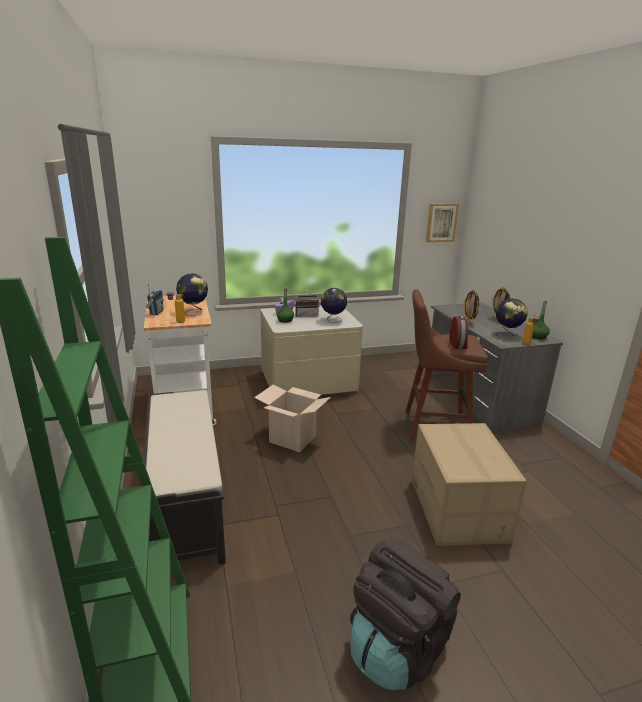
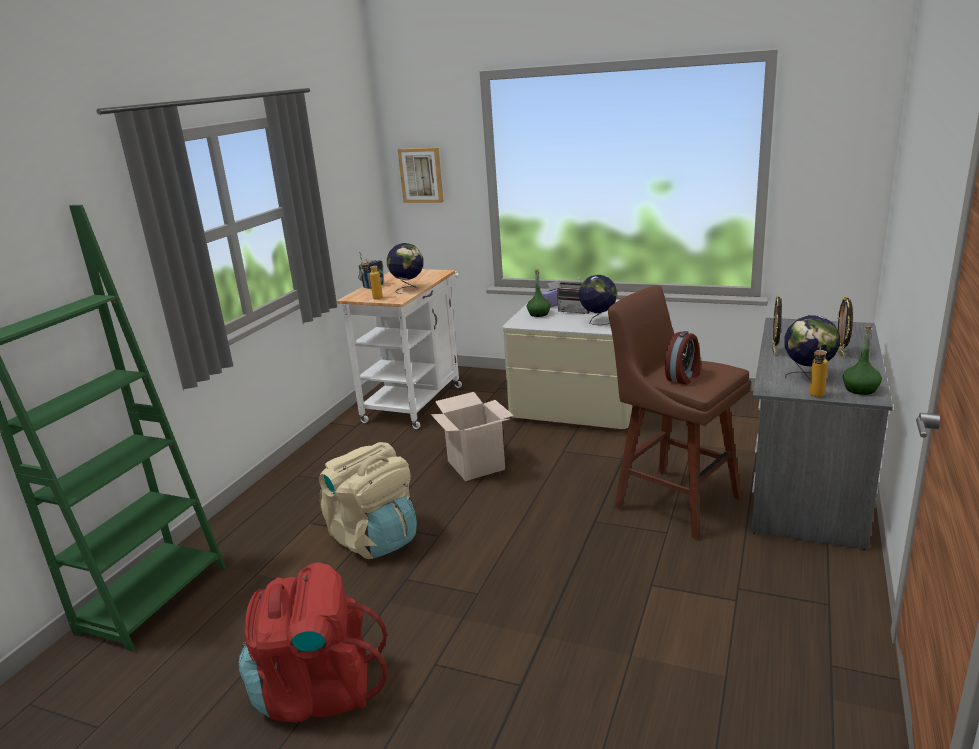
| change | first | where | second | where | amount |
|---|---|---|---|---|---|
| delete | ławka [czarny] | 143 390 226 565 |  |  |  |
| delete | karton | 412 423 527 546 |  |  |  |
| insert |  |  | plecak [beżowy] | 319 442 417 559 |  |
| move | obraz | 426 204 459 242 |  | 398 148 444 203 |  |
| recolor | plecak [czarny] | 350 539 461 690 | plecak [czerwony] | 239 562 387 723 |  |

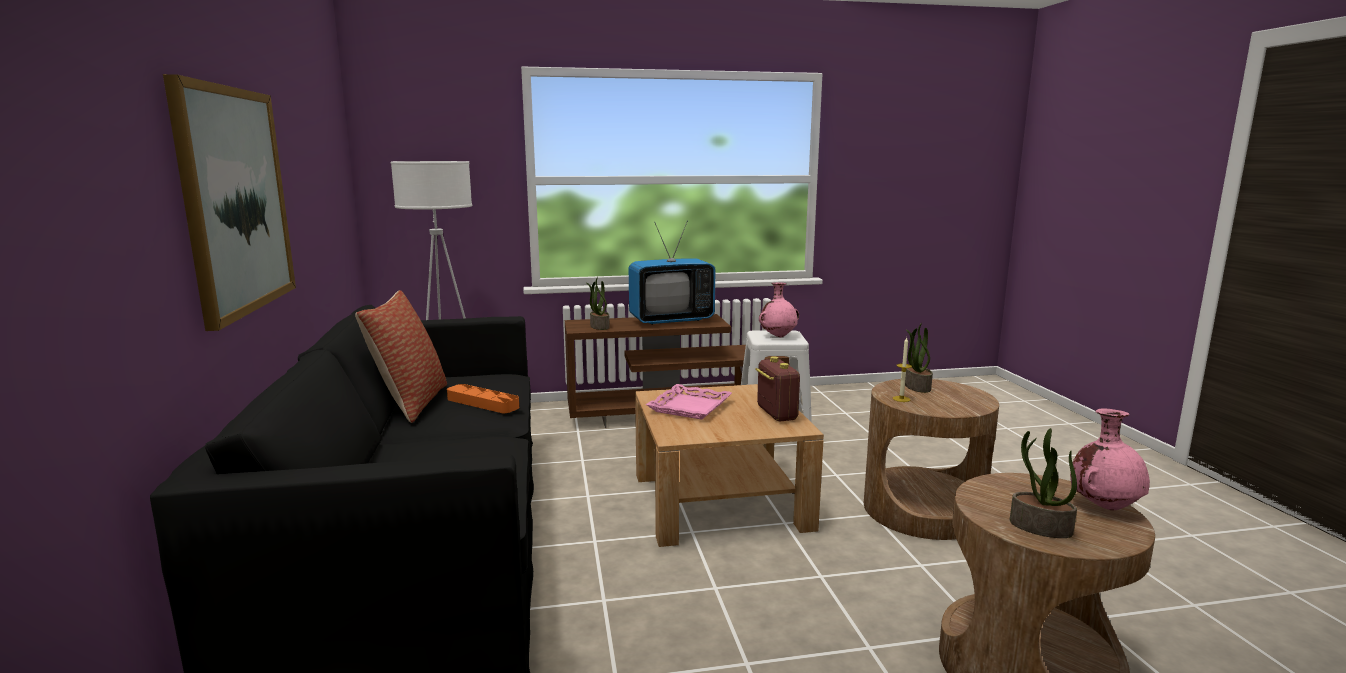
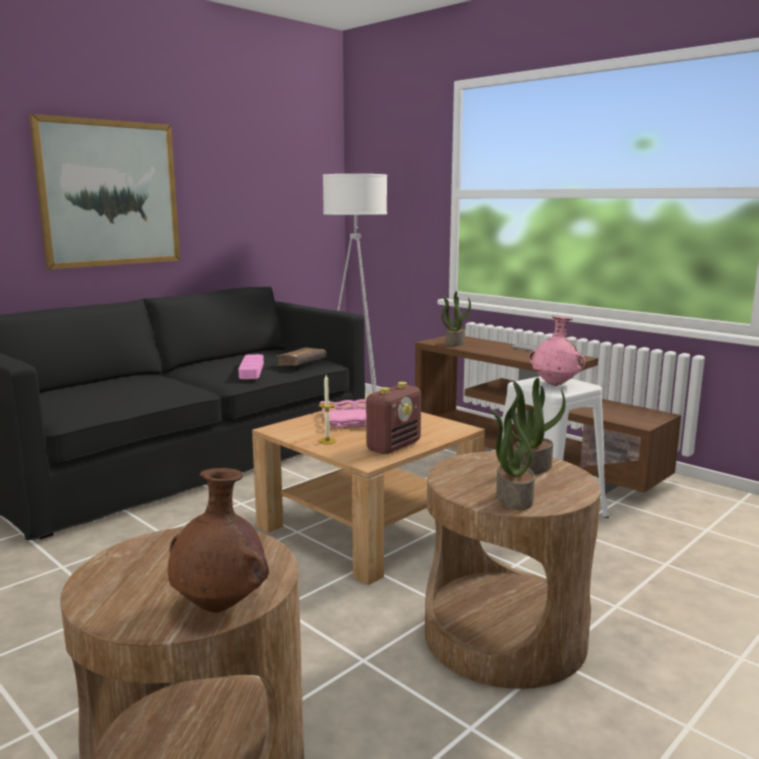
| change | first | where | second | where | amount |
|---|---|---|---|---|---|
| delete | poduszka | 355 290 447 423 |  |  |  |
| delete | telewizor | 629 221 716 325 |  |  |  |
| insert |  |  | książka [brązowy] | 276 347 326 366 |  |
| move | świeca | 893 338 912 402 |  | 318 375 337 444 |  |
| move | roślina doniczkowa | 1010 428 1077 538 |  | 490 399 535 510 |  |
| recolor | taca [pomarańczowy] | 447 384 519 413 | taca [różowy] | 238 354 264 379 |  |
| recolor | wazon [różowy] | 1070 408 1150 510 | wazon [brązowy] | 168 468 269 612 |  |

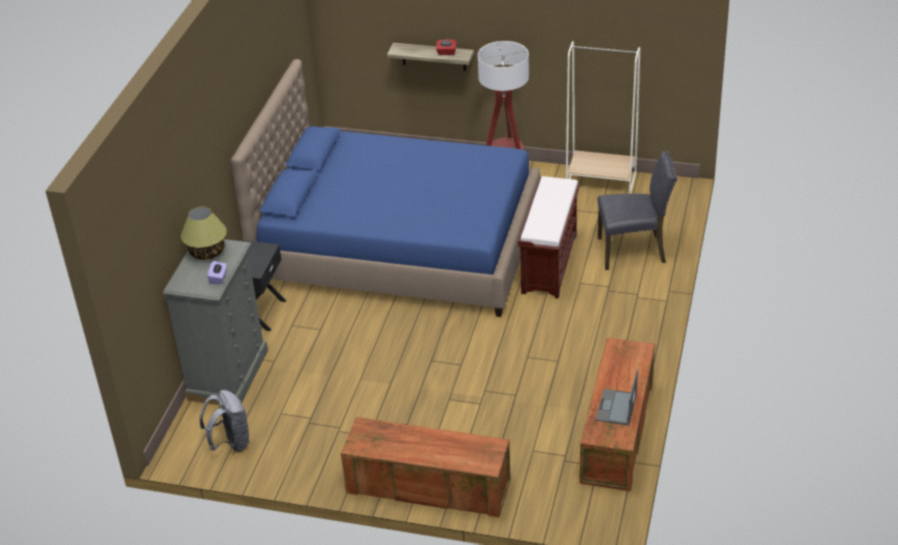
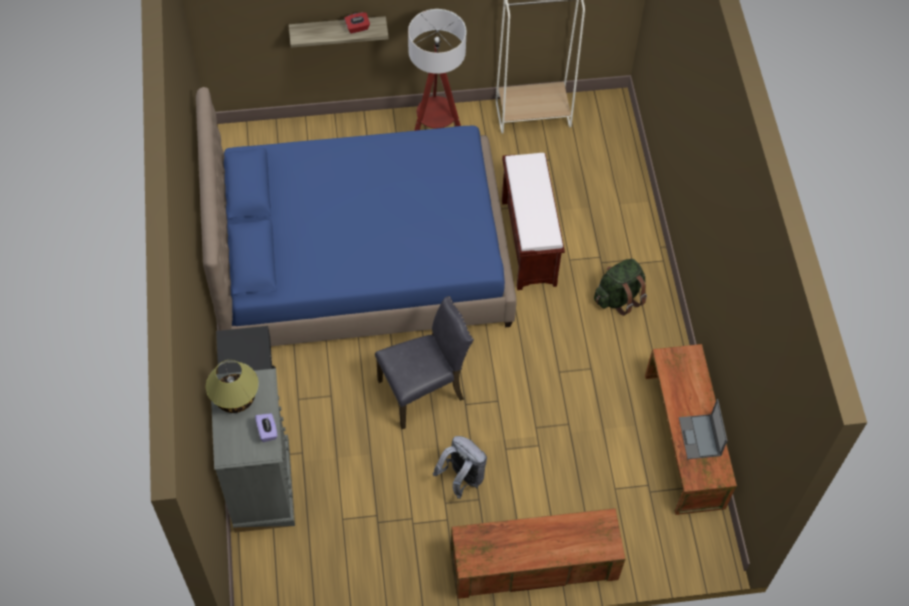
| change | first | where | second | where | amount |
|---|---|---|---|---|---|
| insert |  |  | plecak [zielony] | 594 259 647 316 |  |
| move | plecak [szary] | 200 390 250 452 |  | 433 436 487 499 |  |
| move | krzesło [szary] | 597 151 678 270 |  | 375 296 474 429 |  |

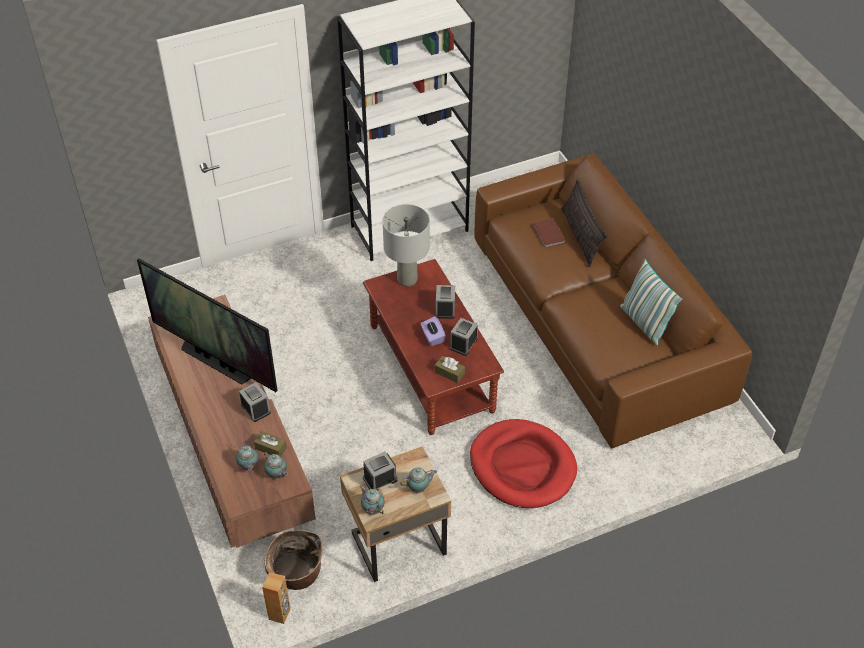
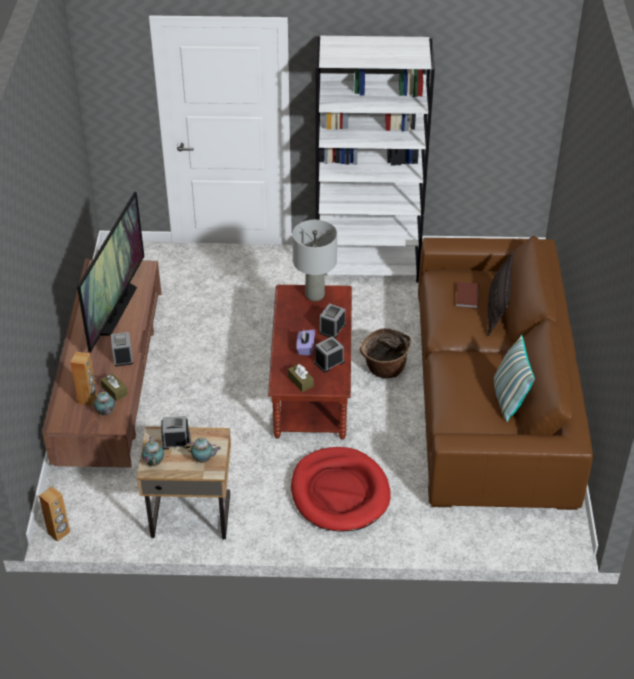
| change | first | where | second | where | amount |
|---|---|---|---|---|---|
| move | koszyk | 264 530 323 590 |  | 360 328 412 378 |  |
| replace | imbryk | 236 441 259 471 | głośnik [brązowy] | 70 352 97 406 |  |
| rotate | telewizor | 137 258 278 392 |  | 77 192 144 352 | 135 degrees counterclockwise |

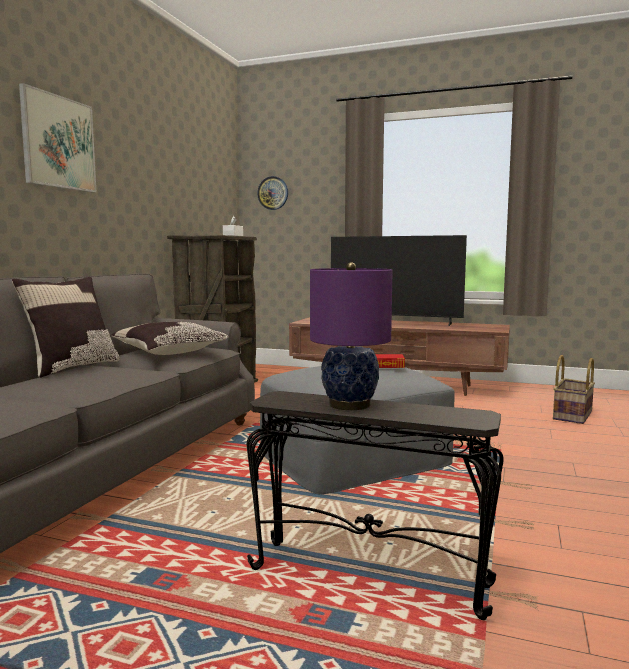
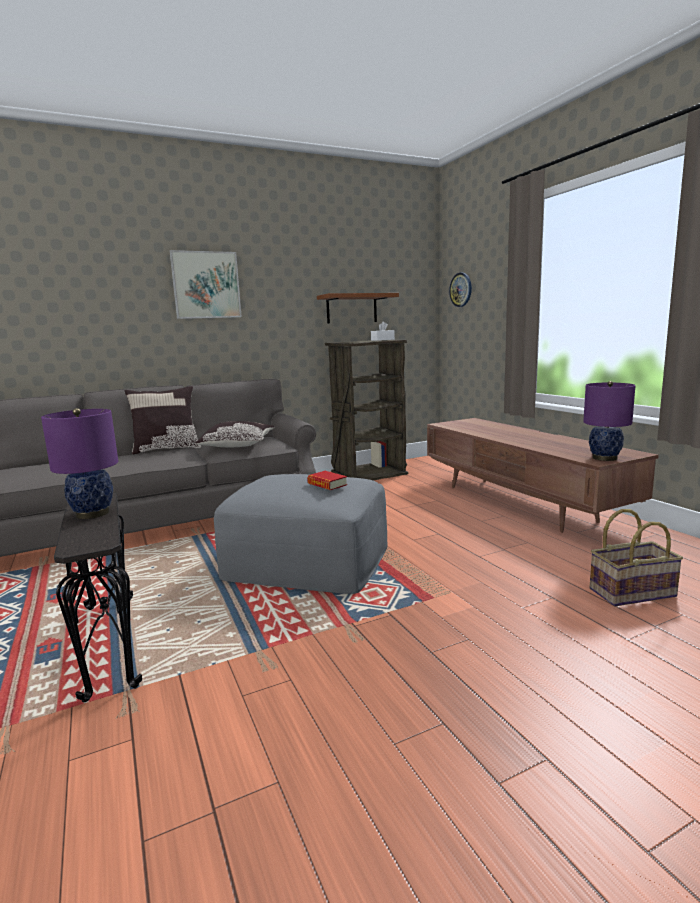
| change | first | where | second | where | amount |
|---|---|---|---|---|---|
| delete | telewizor | 331 235 467 326 |  |  |  |
| insert |  |  | półka [brązowy] | 317 293 399 324 |  |
| insert |  |  | lampa stołowa [fioletowy] | 583 381 636 461 |  |

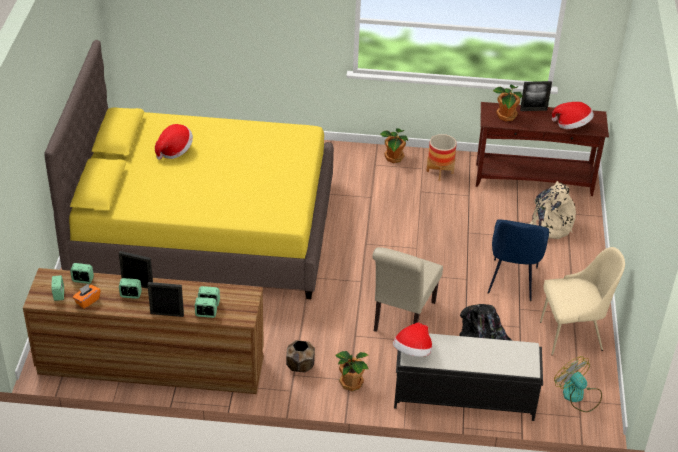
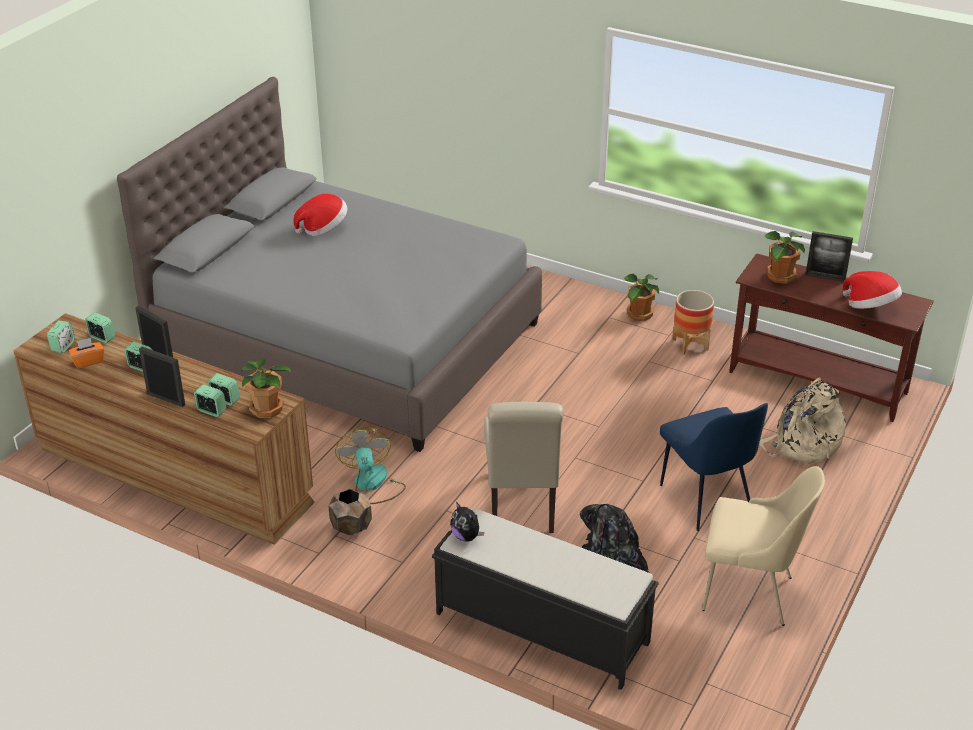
| change | first | where | second | where | amount |
|---|---|---|---|---|---|
| move | roślina doniczkowa | 336 351 370 391 |  | 242 359 292 418 |  |
| move | wentylator | 554 356 602 412 |  | 335 428 406 504 |  |
| replace | kapelusz | 393 322 432 357 | pluszak | 450 502 484 542 |  |
| recolor | łóżko [żółty] | 44 40 334 299 | łóżko [szary] | 117 77 542 452 |  |
| rotate | krzesło [beżowy] | 372 247 443 332 |  | 484 402 564 533 | 45 degrees counterclockwise |
| rotate | krzesło [niebieski] | 488 219 549 301 |  | 660 403 768 531 | 60 degrees counterclockwise |

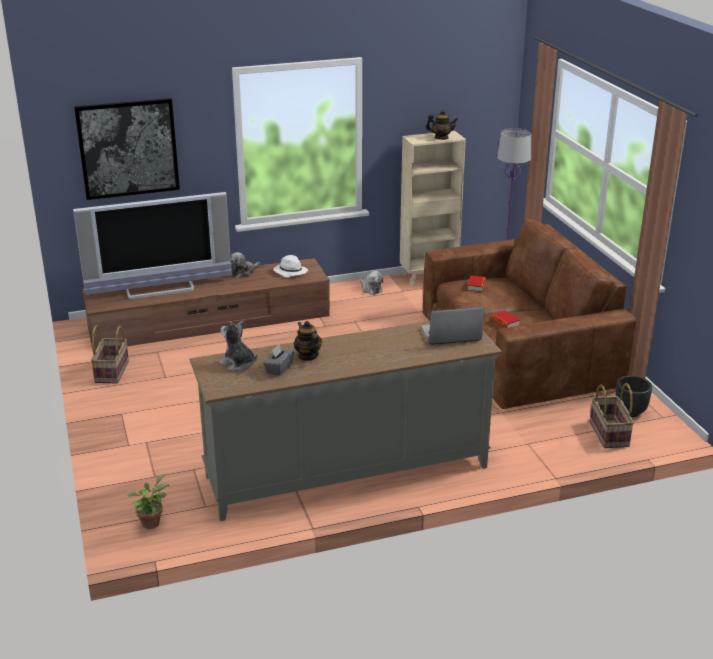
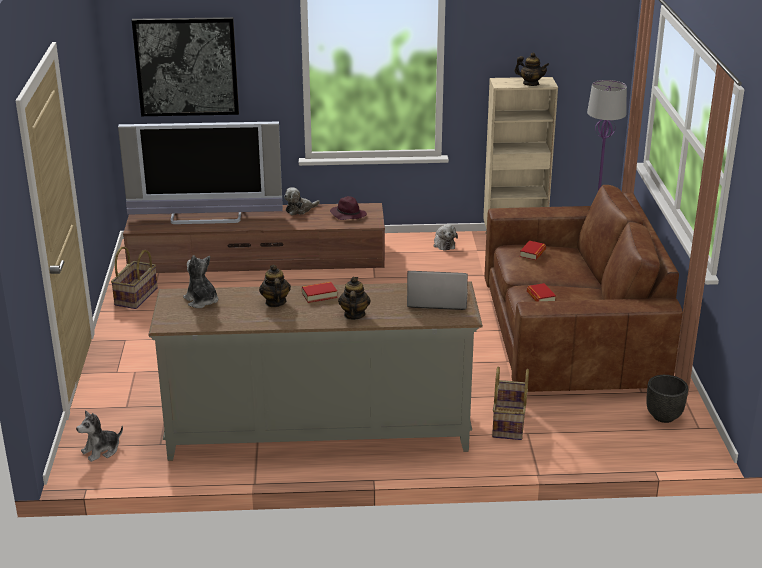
| change | first | where | second | where | amount |
|---|---|---|---|---|---|
| delete | pudełko chusteczek [szary] | 263 344 295 376 |  |  |  |
| insert |  |  | książka | 302 282 337 303 |  |
| insert |  |  | imbryk | 338 277 371 320 |  |
| move | koszyk | 590 383 634 448 |  | 492 366 529 440 |  |
| replace | roślina doniczkowa | 127 474 169 529 | pluszak | 76 410 123 462 |  |
| recolor | kapelusz [biały] | 273 255 308 277 | kapelusz [fioletowy] | 330 196 367 220 |  |

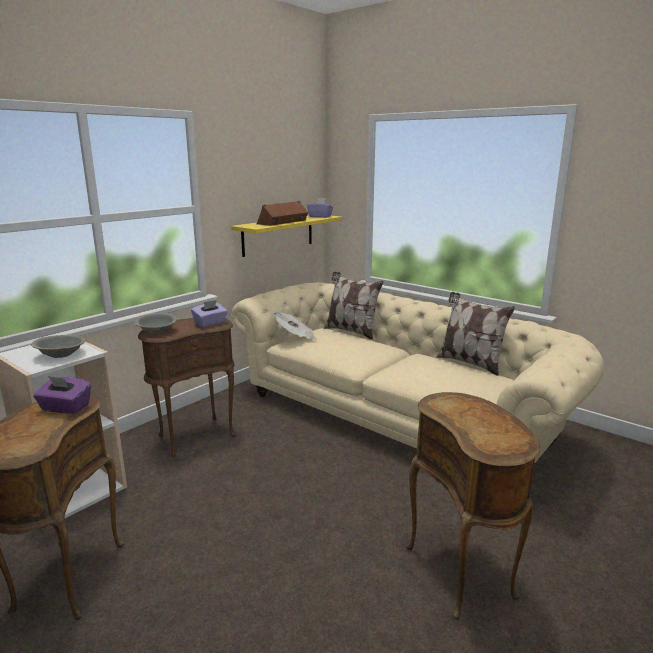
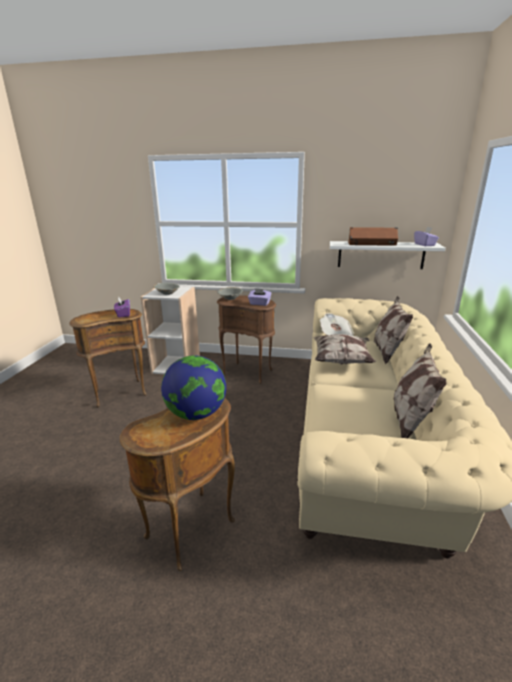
| change | first | where | second | where | amount |
|---|---|---|---|---|---|
| insert |  |  | globus | 161 355 226 420 |  |
| insert |  |  | poduszka | 313 334 376 365 |  |
| recolor | półka [żółty] | 231 215 342 257 | półka [biały] | 330 241 446 269 |  |

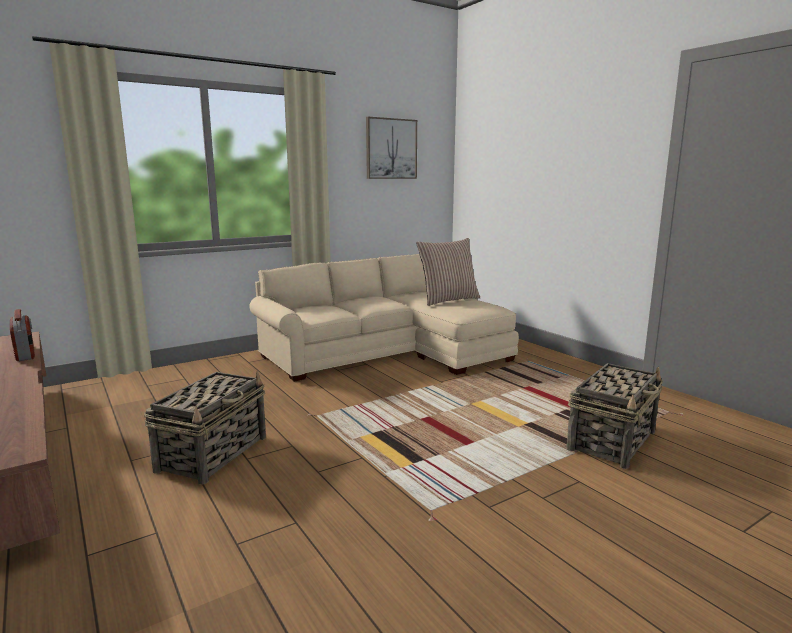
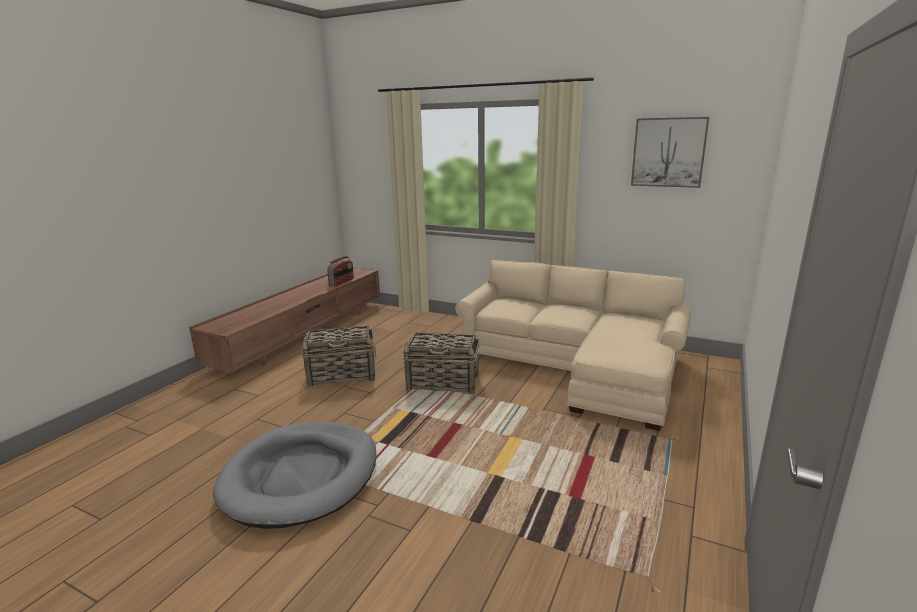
| change | first | where | second | where | amount |
|---|---|---|---|---|---|
| delete | poduszka | 416 238 480 306 |  |  |  |
| insert |  |  | legowisko [szary] | 213 422 376 529 |  |
| move | koszyk | 566 363 663 469 |  | 402 333 480 394 |  |

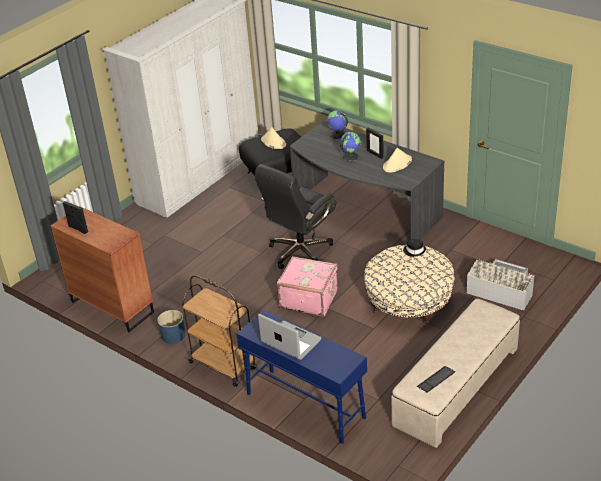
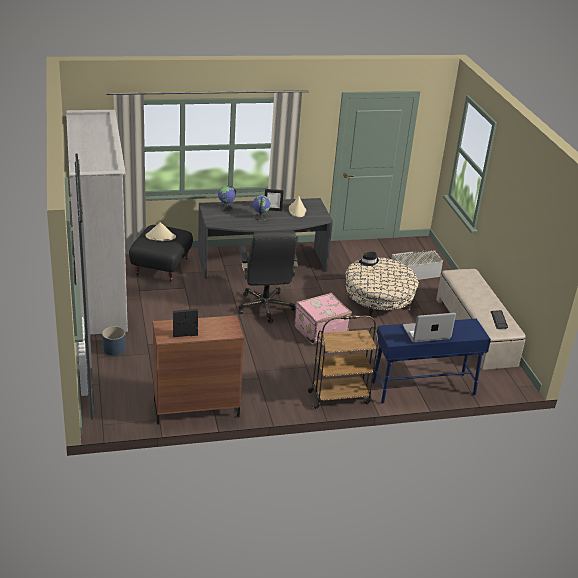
| change | first | where | second | where | amount |
|---|---|---|---|---|---|
| move | donica [niebieski] | 157 310 186 344 |  | 102 326 125 356 |  |

